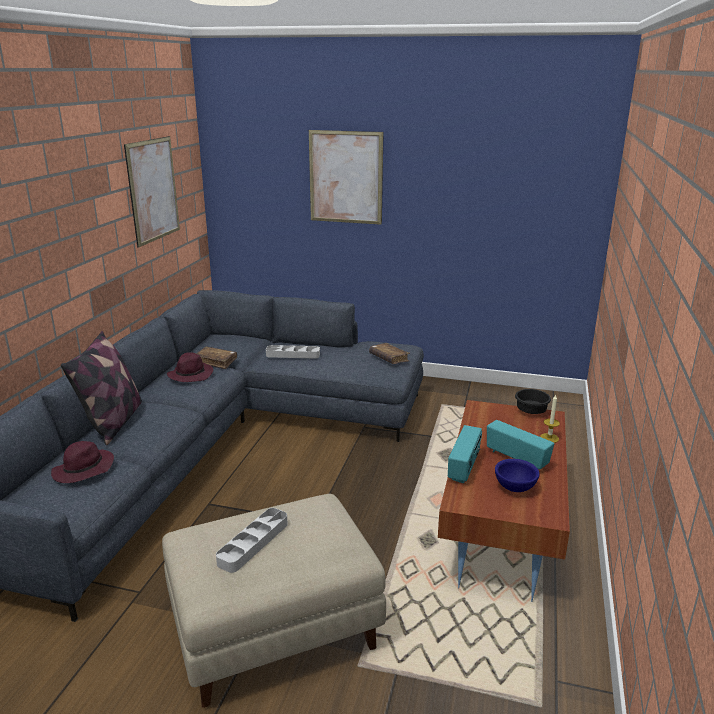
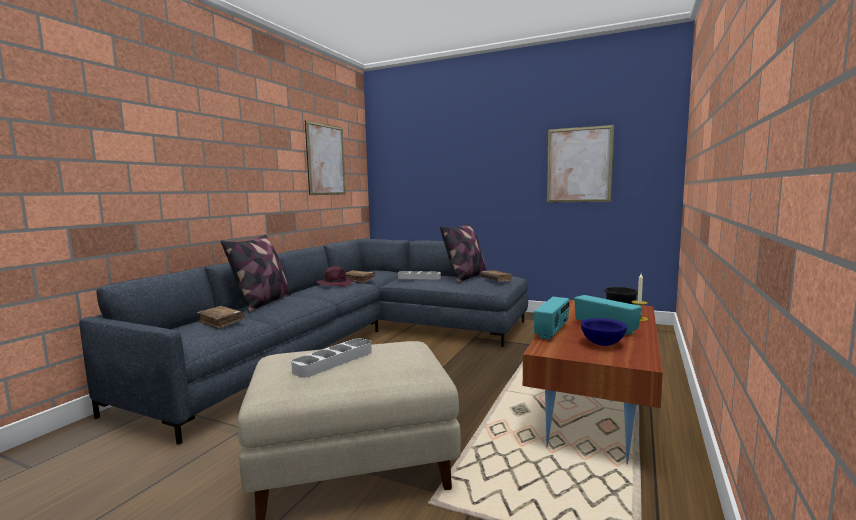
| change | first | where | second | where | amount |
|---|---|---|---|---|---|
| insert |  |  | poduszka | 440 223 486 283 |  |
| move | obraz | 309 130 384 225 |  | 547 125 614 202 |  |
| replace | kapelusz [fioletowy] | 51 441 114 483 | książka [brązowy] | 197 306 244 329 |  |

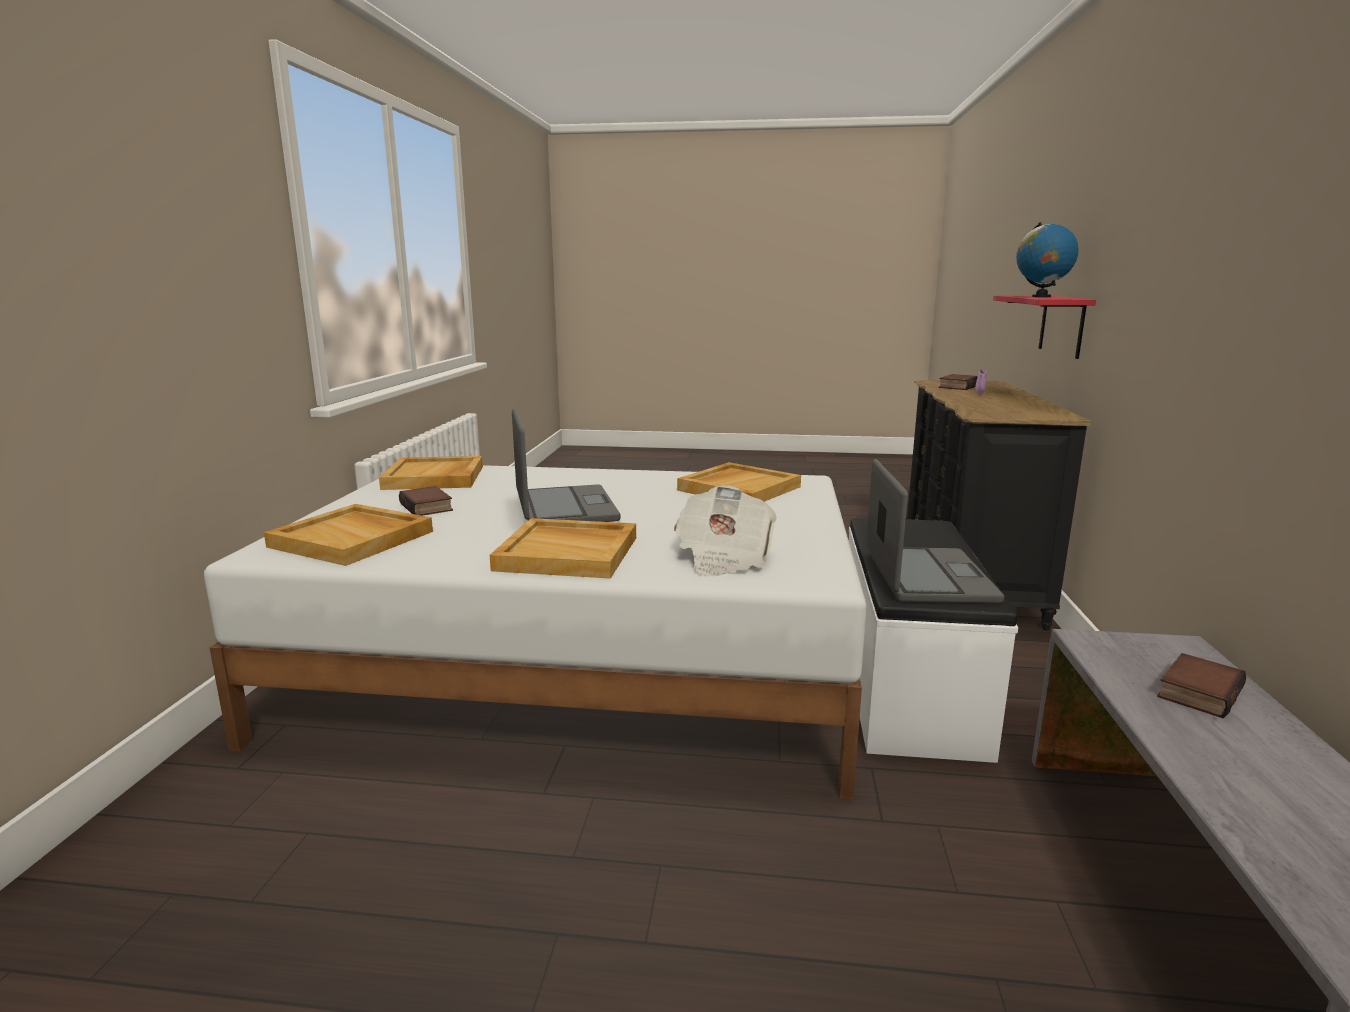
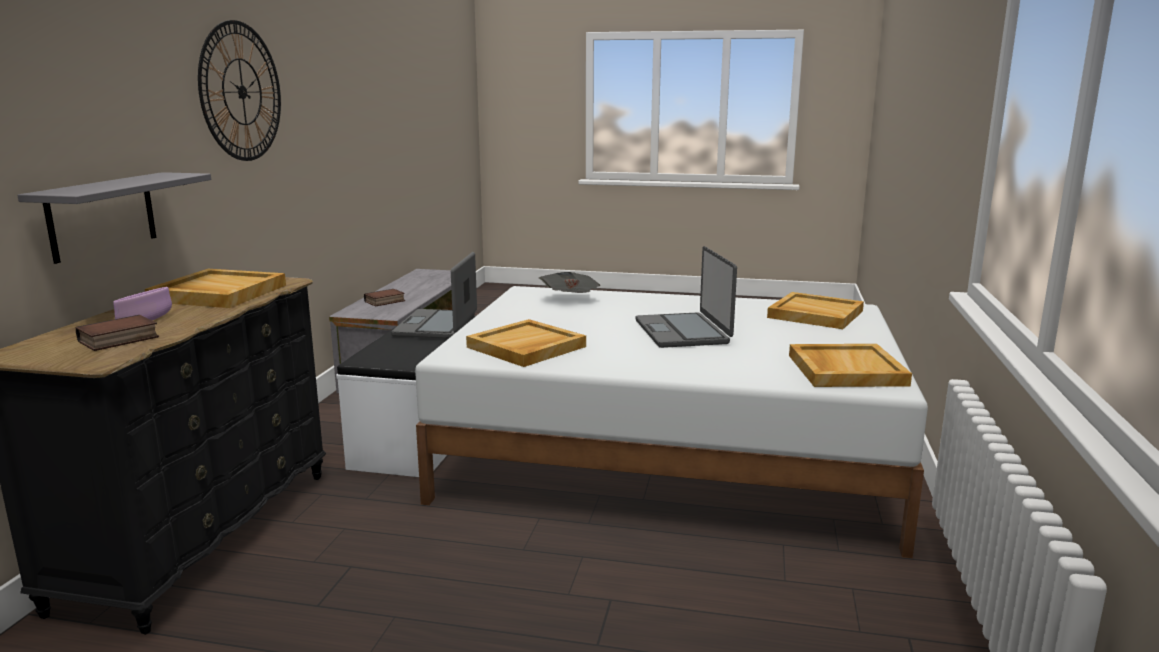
| change | first | where | second | where | amount |
|---|---|---|---|---|---|
| delete | książka | 399 486 453 516 |  |  |  |
| delete | globus | 1016 222 1079 297 |  |  |  |
| insert |  |  | zegar ścienny | 198 20 281 161 |  |
| move | taca [beżowy] | 490 518 636 579 |  | 145 269 286 308 |  |
| recolor | półka [czerwony] | 993 295 1096 359 | półka [szary] | 17 172 211 264 |  |

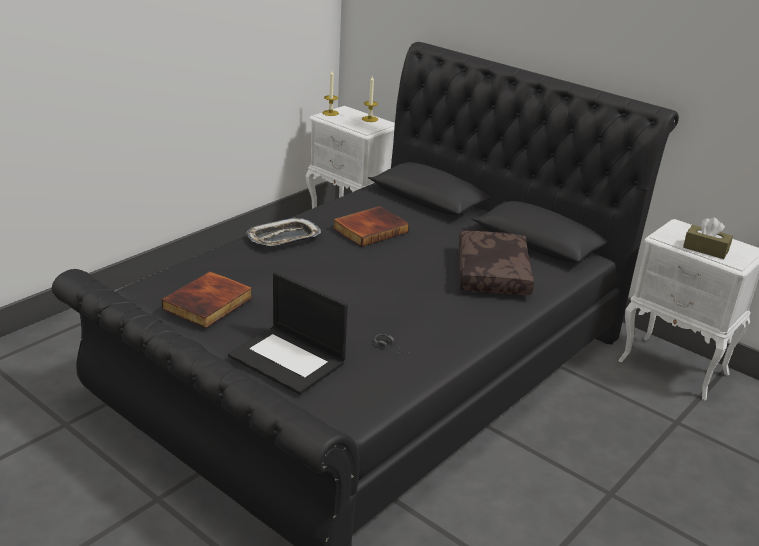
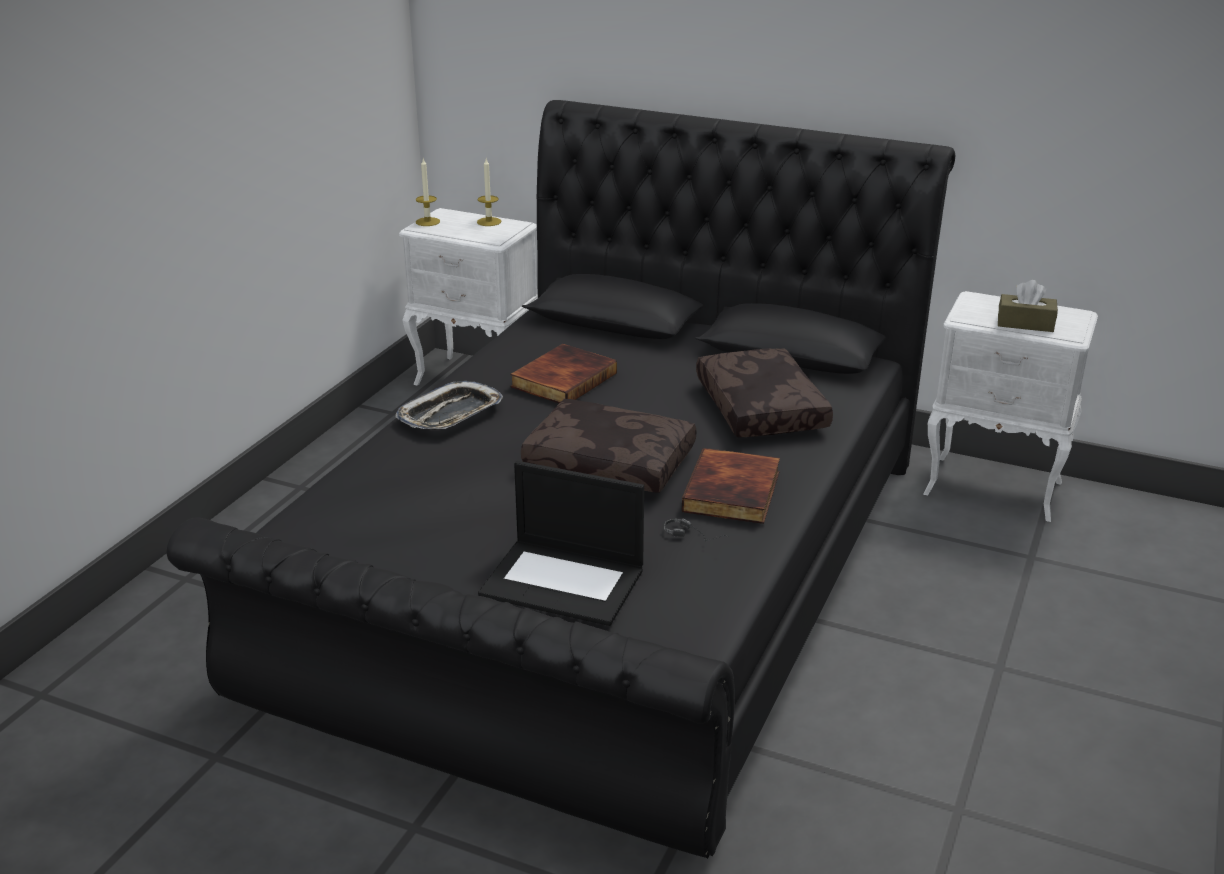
| change | first | where | second | where | amount |
|---|---|---|---|---|---|
| insert |  |  | poduszka [brązowy] | 521 399 696 493 |  |
| move | książka | 161 271 253 328 |  | 682 448 780 524 |  |

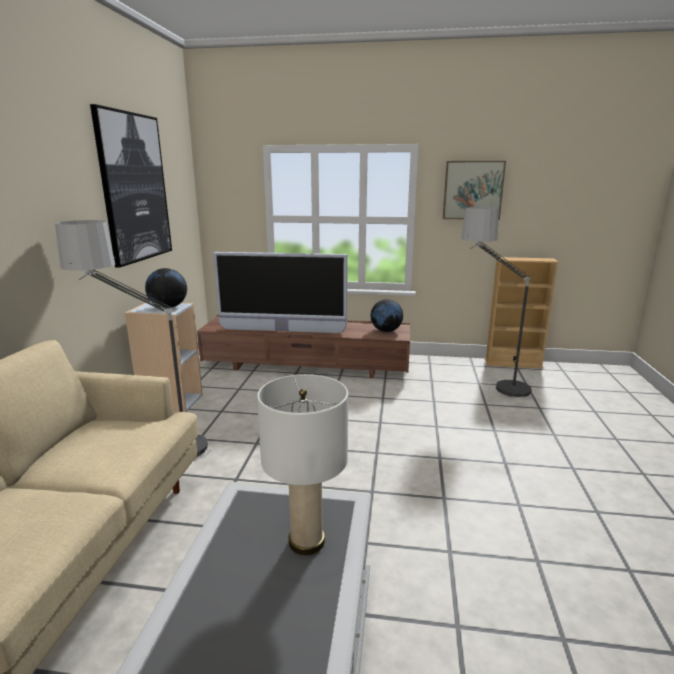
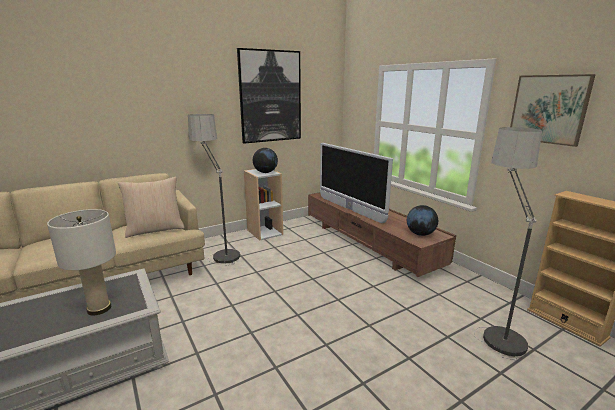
| change | first | where | second | where | amount |
|---|---|---|---|---|---|
| insert |  |  | poduszka [beżowy] | 118 177 185 238 |  |

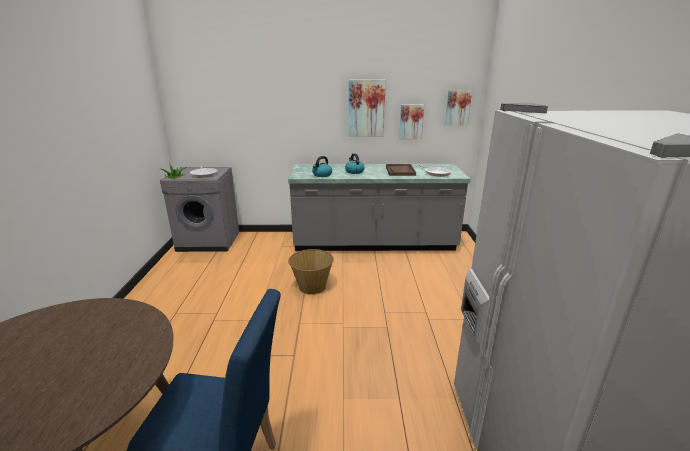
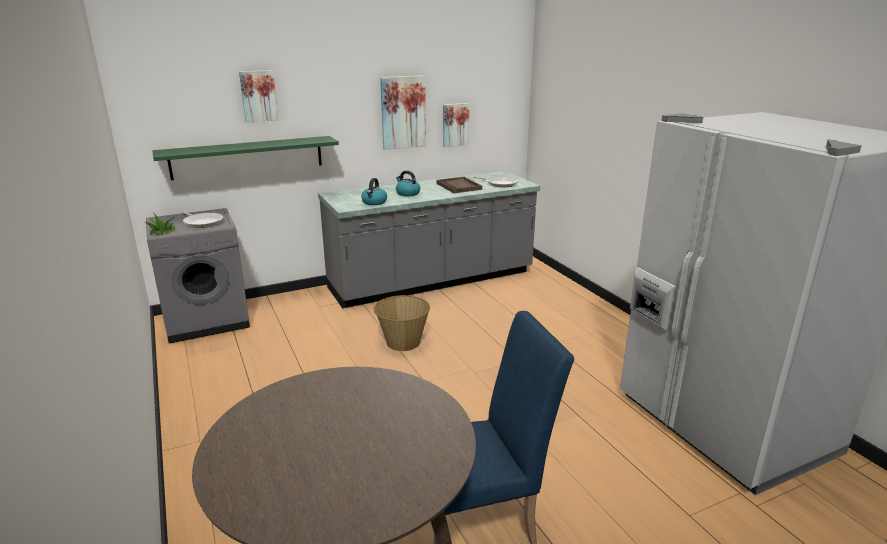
| change | first | where | second | where | amount |
|---|---|---|---|---|---|
| insert |  |  | półka [zielony] | 152 136 339 180 |  |
| move | obraz | 445 90 472 126 |  | 239 70 278 123 |  |

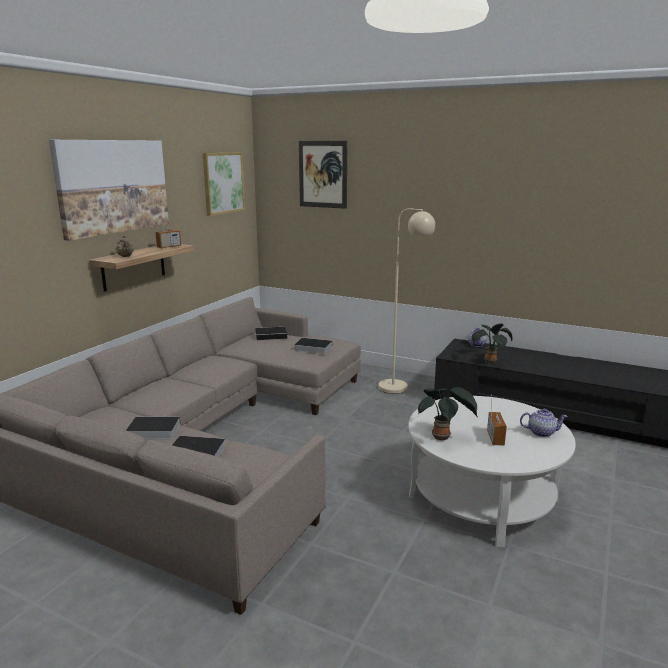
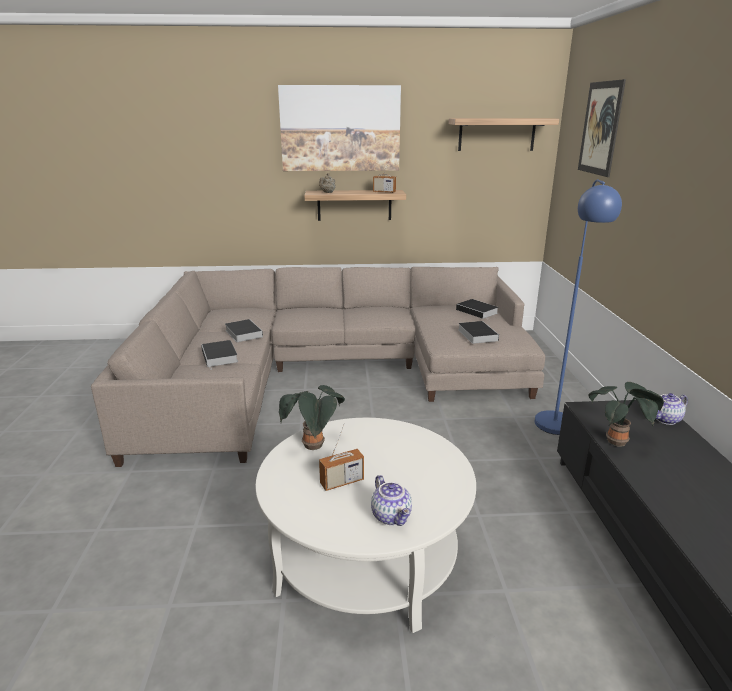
| change | first | where | second | where | amount |
|---|---|---|---|---|---|
| replace | obraz | 203 152 245 216 | półka | 448 118 559 151 |  |
| recolor | lampa stojąca [beżowy] | 378 208 435 394 | lampa stojąca [niebieski] | 535 179 622 435 |  |

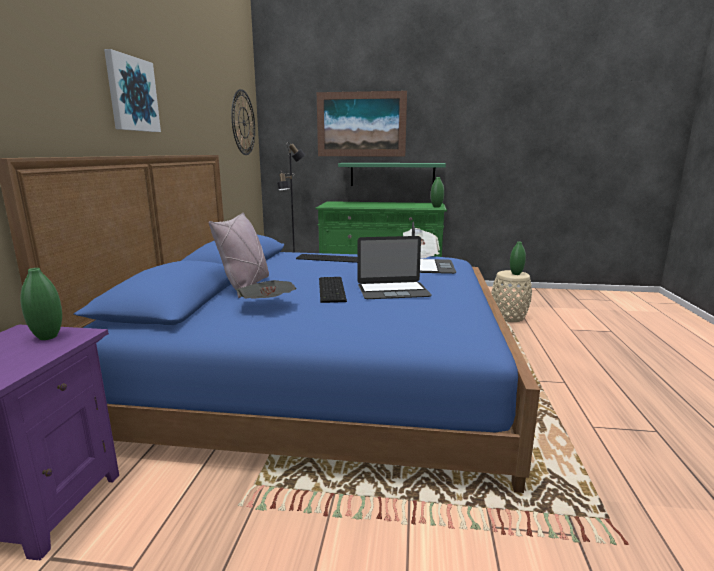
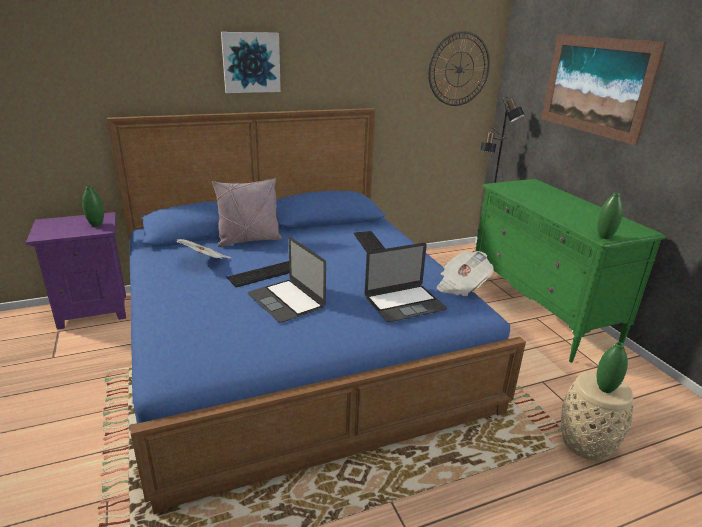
| change | first | where | second | where | amount |
|---|---|---|---|---|---|
| delete | półka [zielony] | 338 163 446 186 |  |  |  |

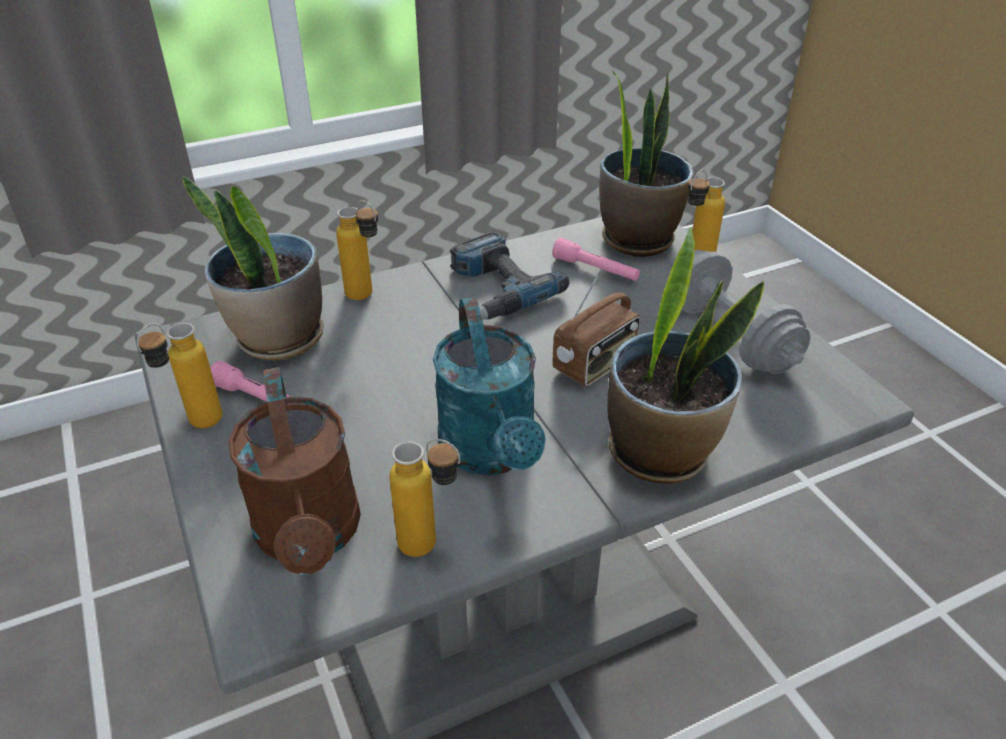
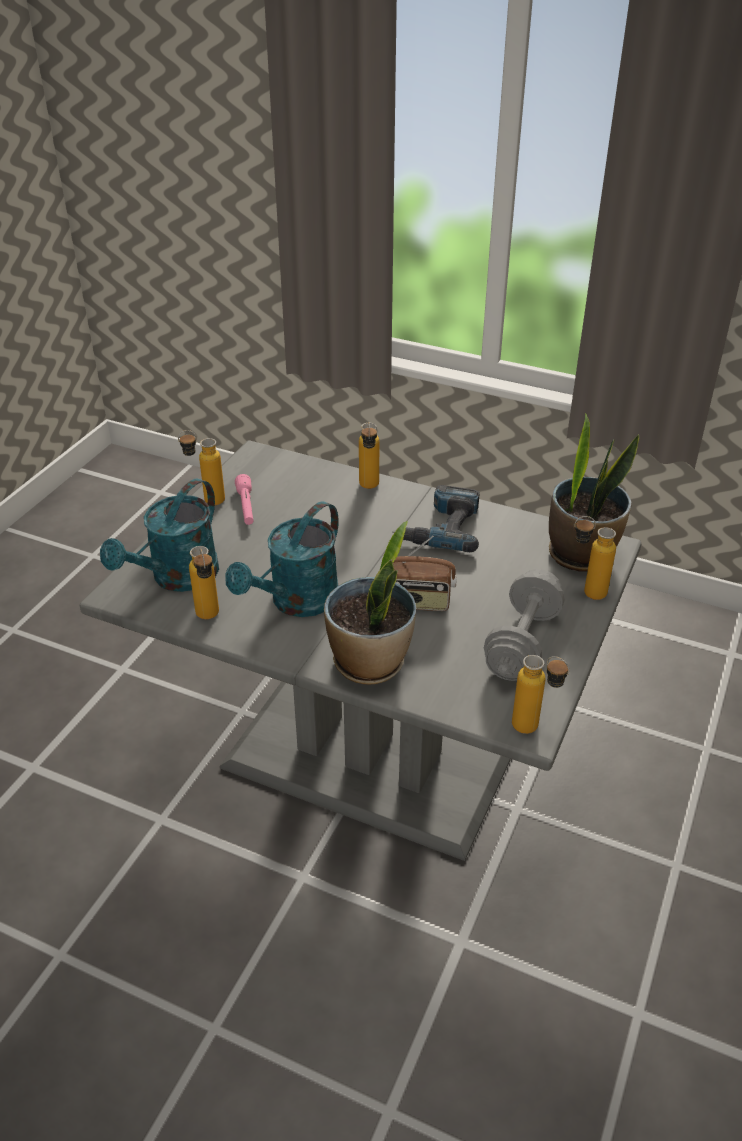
| change | first | where | second | where | amount |
|---|---|---|---|---|---|
| delete | roślina doniczkowa | 182 176 323 360 |  |  |  |
| delete | latarka [różowy] | 552 237 640 281 |  |  |  |
| insert |  |  | butelka | 512 655 569 734 |  |
| recolor | konewka [brązowy] | 229 367 361 575 | konewka [turkusowy] | 100 479 219 592 |  |

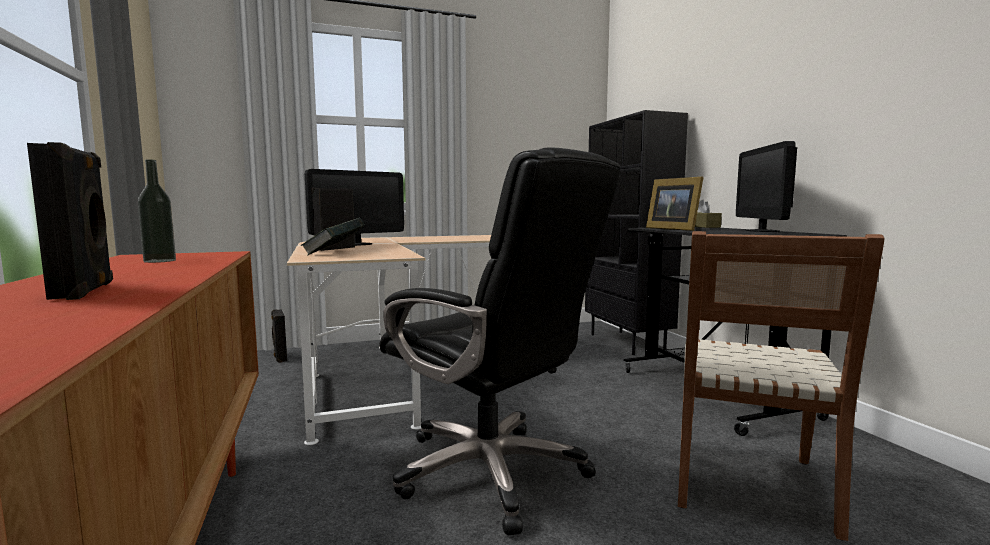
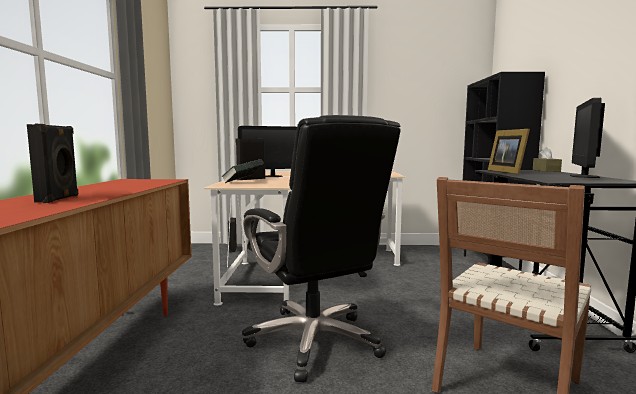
| change | first | where | second | where | amount |
|---|---|---|---|---|---|
| delete | butelka | 138 159 176 263 |  |  |  |

